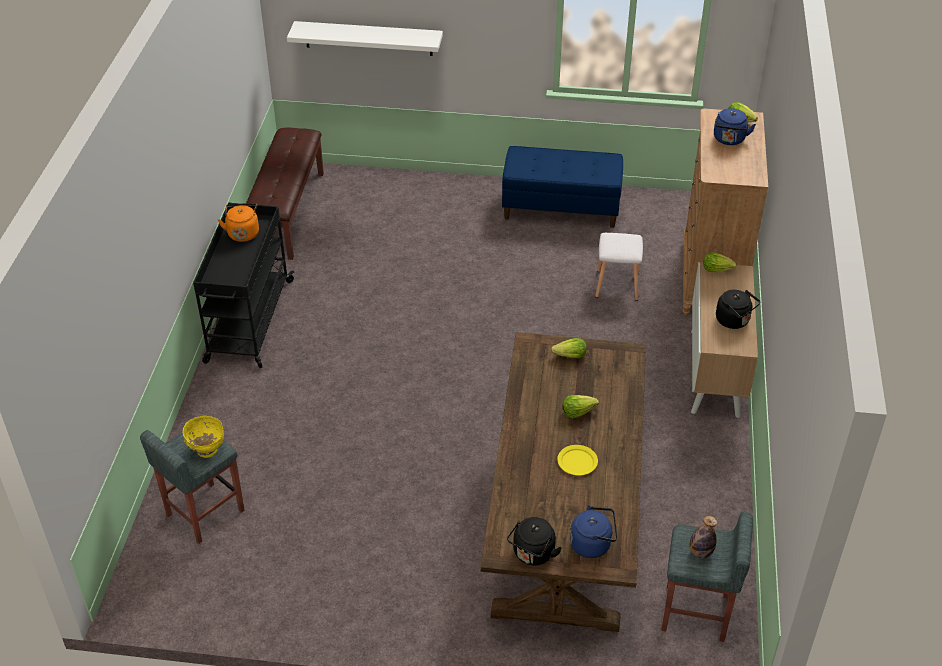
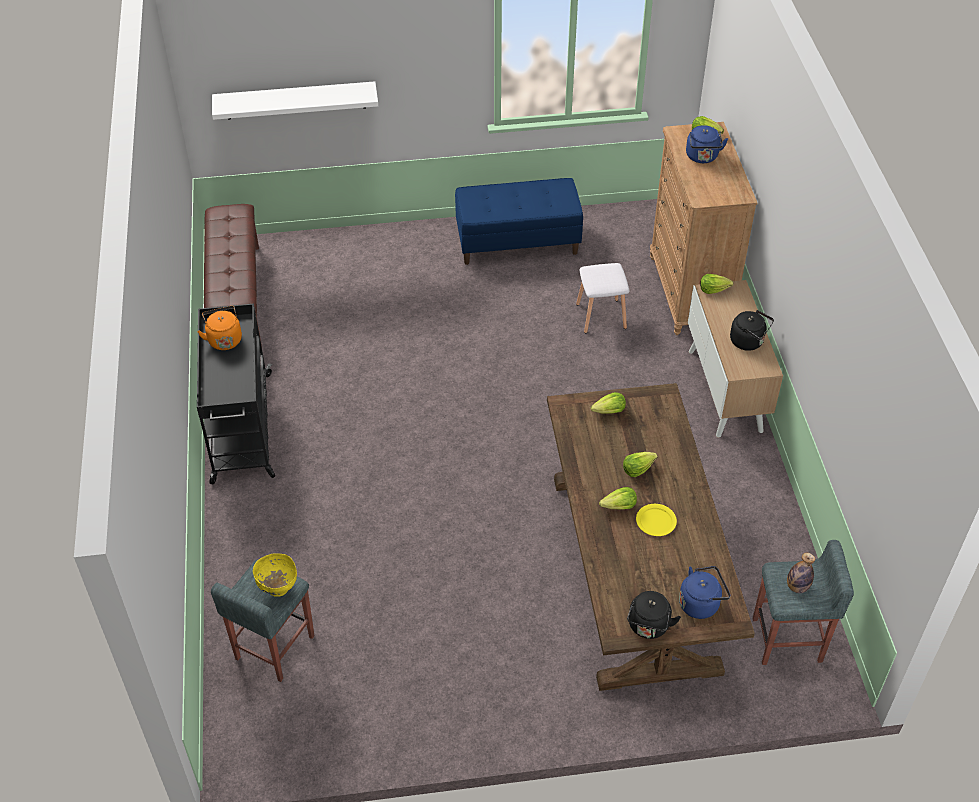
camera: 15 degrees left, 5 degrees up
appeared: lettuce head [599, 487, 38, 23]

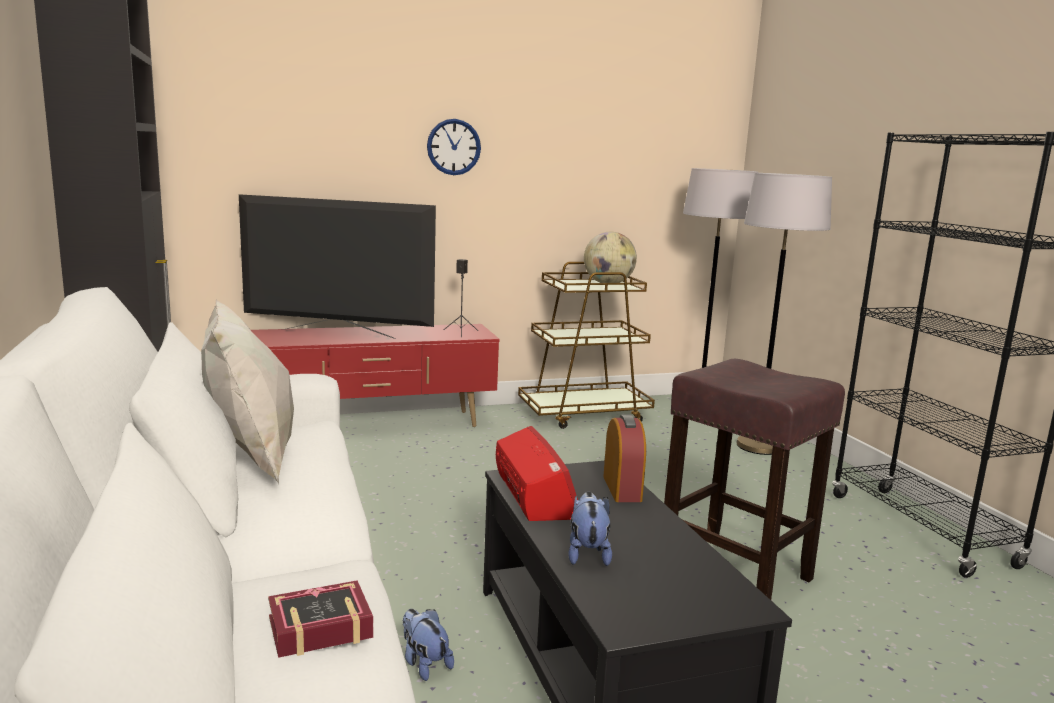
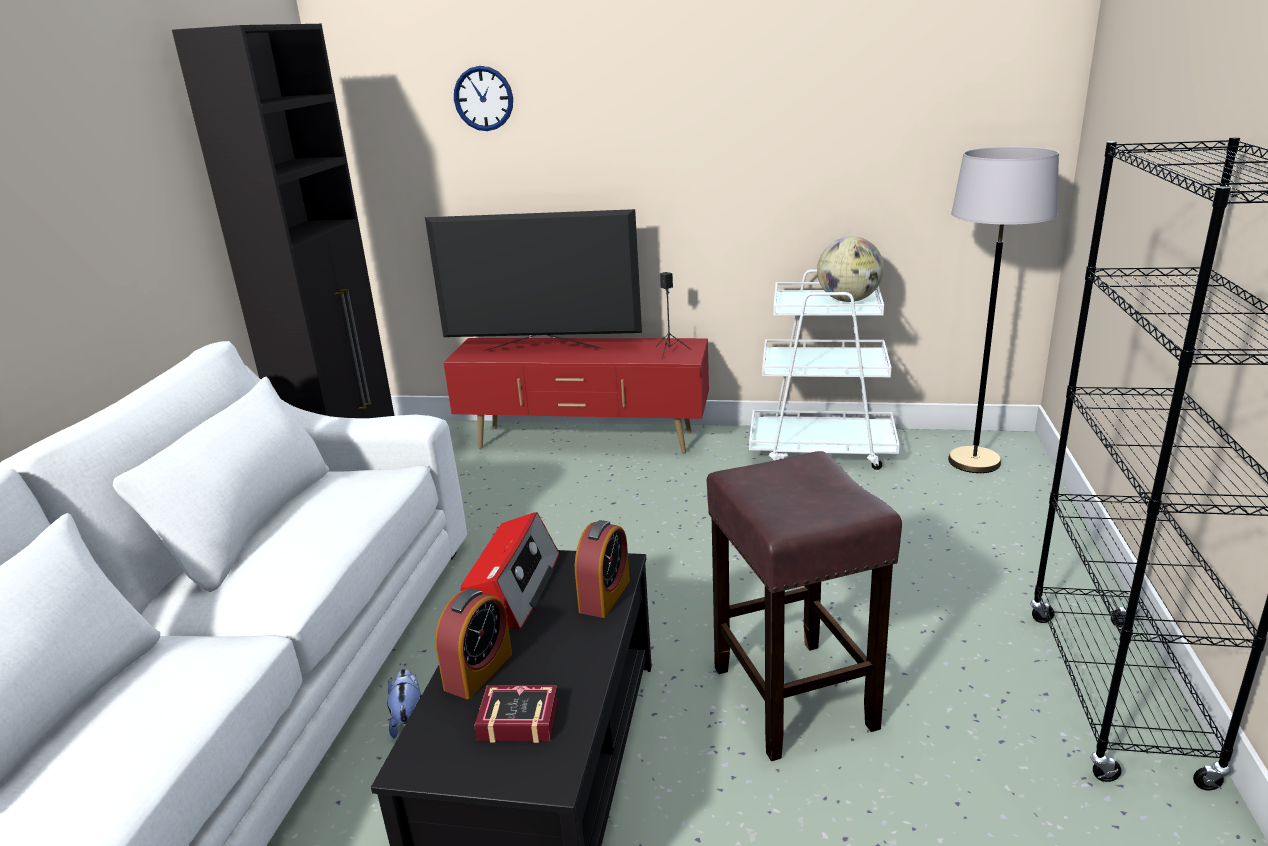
camera: 30 degrees right, 10 degrees up
missing: white-coloured throw pillow [201, 299, 93, 185]; gray standing lamp [736, 173, 96, 282]
relocated: wall clock [427, 119, 54, 56] to [454, 66, 59, 65]; book [268, 580, 105, 78] to [474, 685, 85, 58]
exchanged: plush toy [568, 492, 44, 74] to bedside clock [435, 588, 77, 111]
colour: brown cart [518, 262, 137, 167] to white-coloured cart [749, 269, 151, 201]
spun: television [239, 194, 197, 145] = [425, 209, 217, 142] 150 degrees clockwise

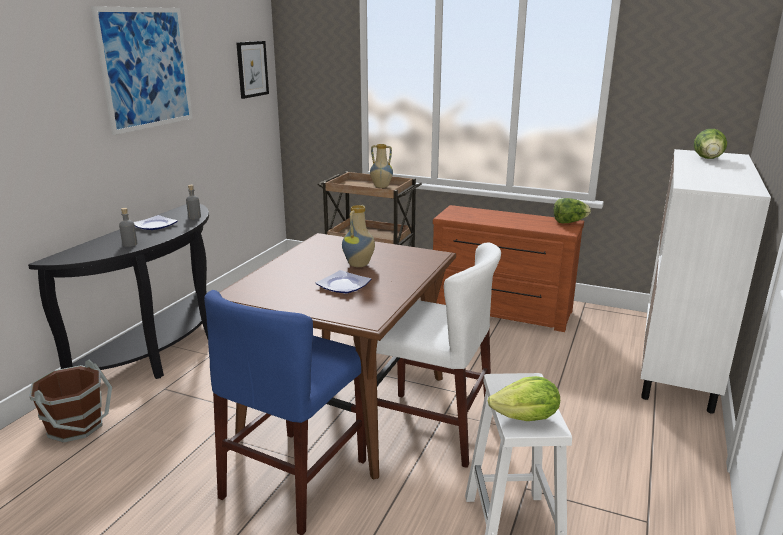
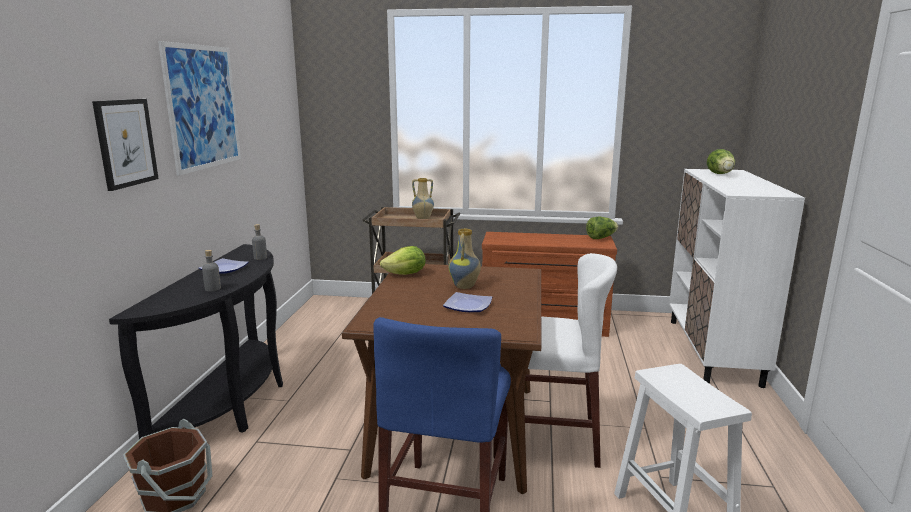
camera: 15 degrees left, 5 degrees down
relocated: picture [236, 41, 33, 58] to [92, 99, 67, 92]; lettuce head [488, 376, 72, 45] to [380, 246, 45, 29]

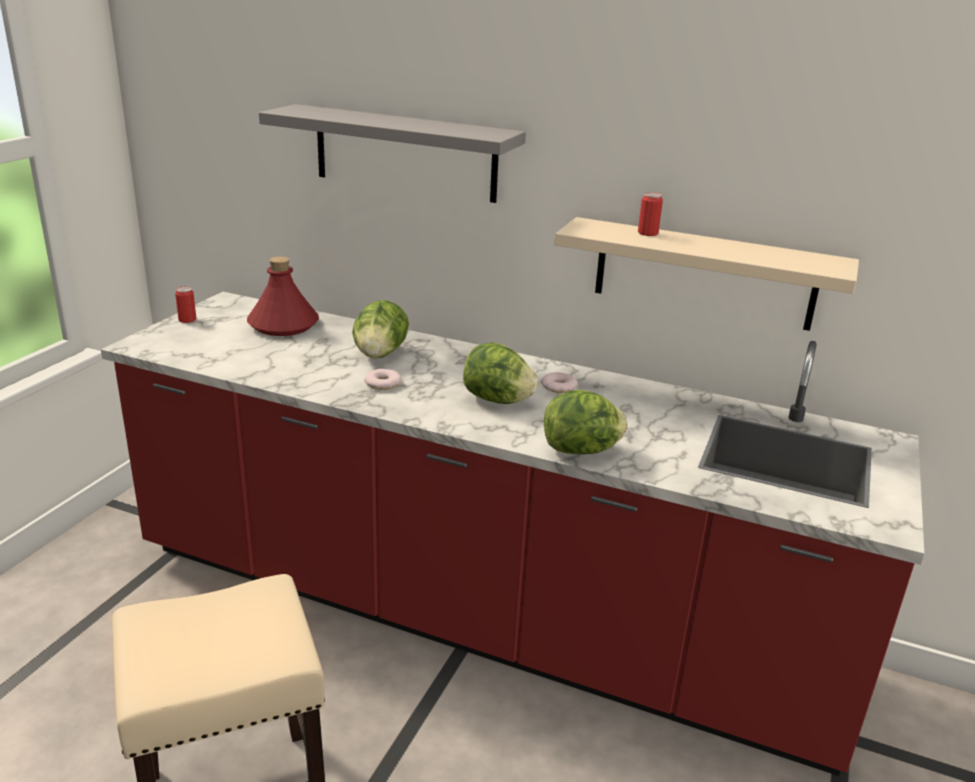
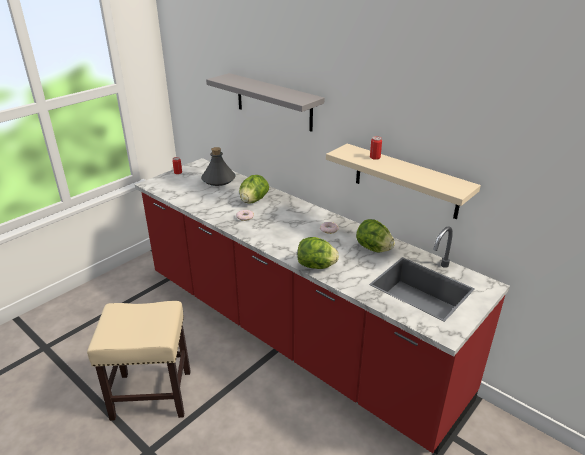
camera: 20 degrees right, 5 degrees up
relocated: lettuce head [463, 343, 75, 61] to [356, 219, 39, 33]
colour: reddish bottle [247, 256, 72, 80] to gray bottle [201, 147, 34, 39]

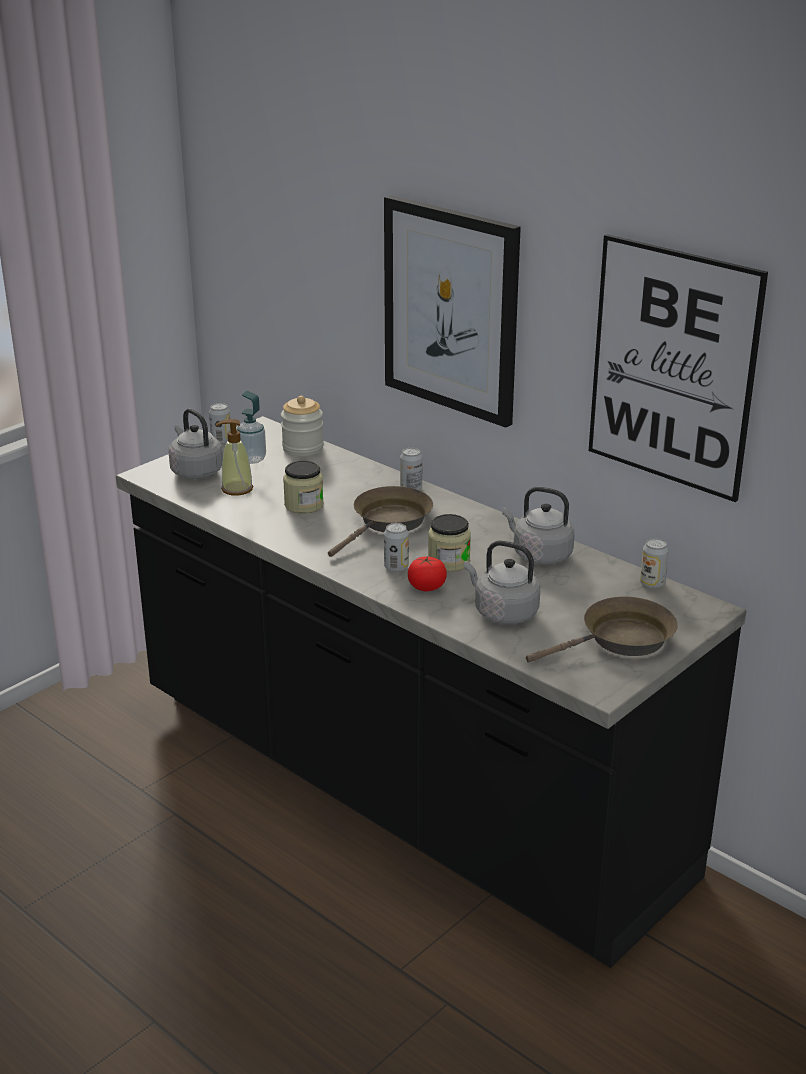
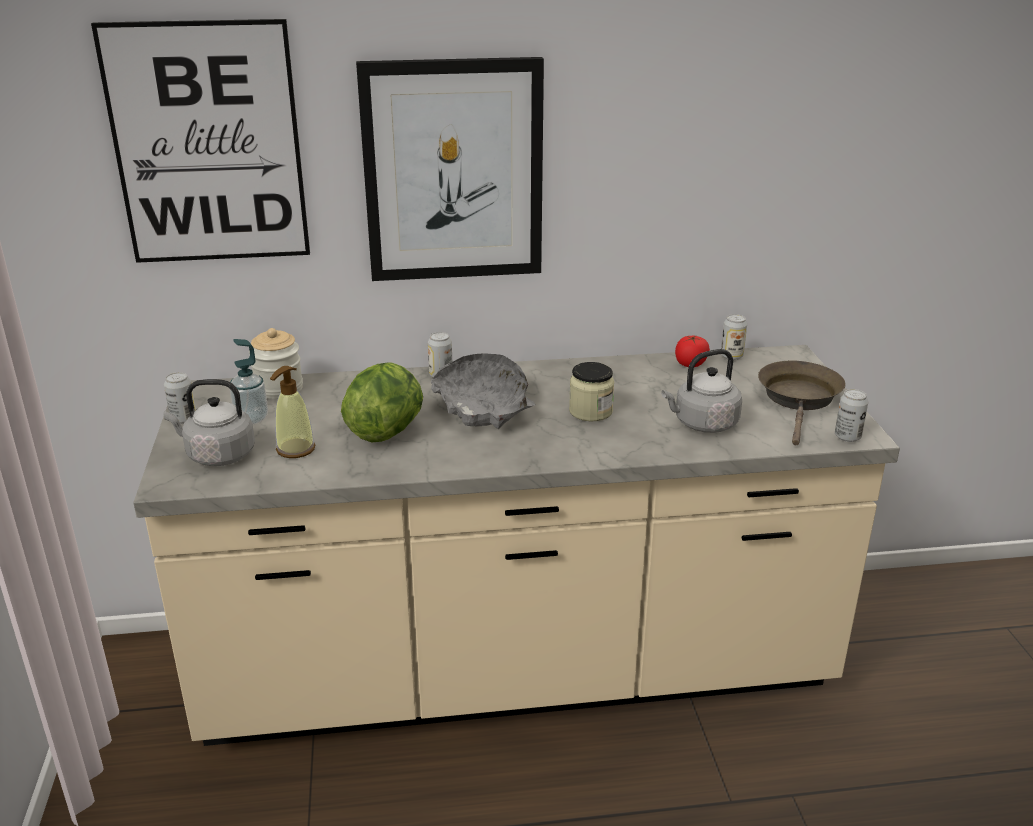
camera: 50 degrees left, 0 degrees up
missing: gray kettle [502, 487, 73, 77]
relocated: picture [589, 234, 179, 268] to [91, 19, 219, 244]; whole tomato [408, 556, 39, 35] to [675, 336, 35, 31]; sealed can [384, 523, 25, 49] to [835, 389, 33, 53]
exchanged: preserve jar [283, 461, 41, 53] to lettuce head [341, 362, 82, 81]; brown pan [328, 486, 105, 71] to gray bowl [431, 353, 105, 76]
colour: black counter [116, 416, 630, 552] to beige counter [133, 345, 767, 401]

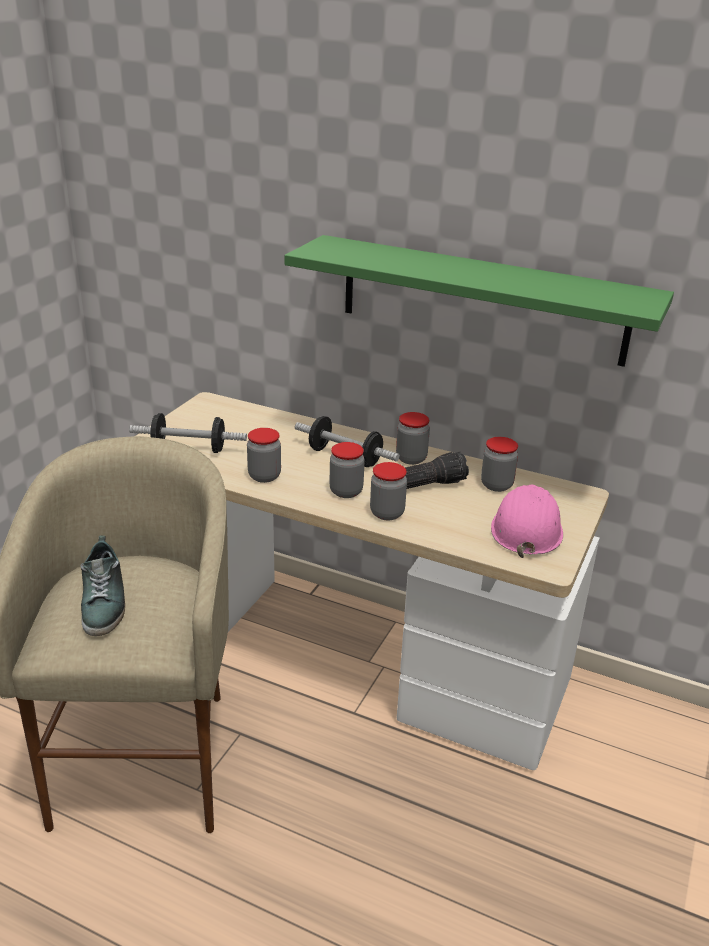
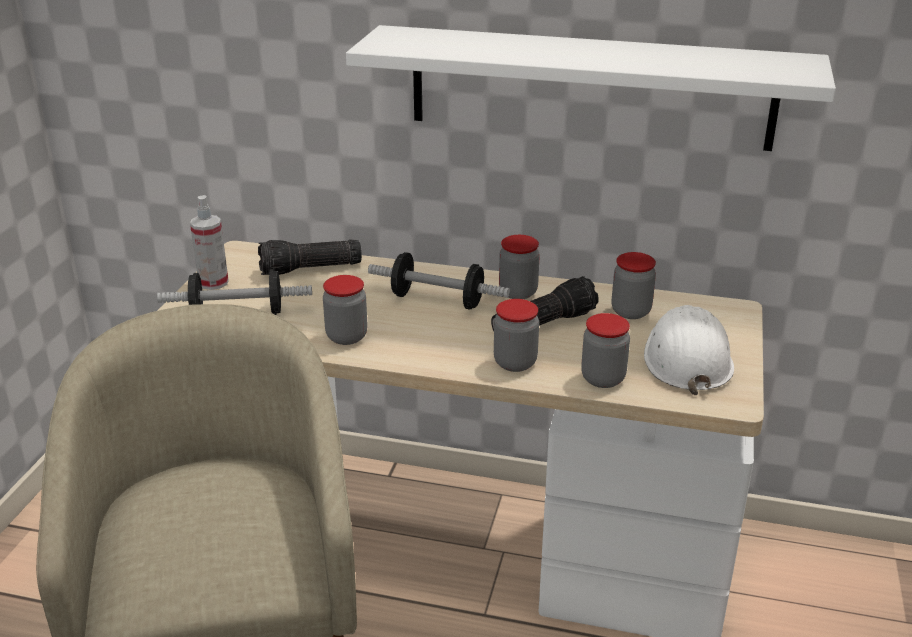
camera: 10 degrees left, 0 degrees up
missing: item of footwear [80, 536, 45, 100]
appeared: spray bottle [190, 195, 39, 95]; flashlight [258, 239, 104, 36]
relocated: preserve jar [329, 442, 36, 56] to [581, 313, 49, 75]
colour: green bracket shelf [285, 235, 389, 132] to white-coloured bracket shelf [346, 25, 490, 126]; pinkish work helmet [491, 485, 72, 73] to white-coloured work helmet [644, 305, 90, 90]

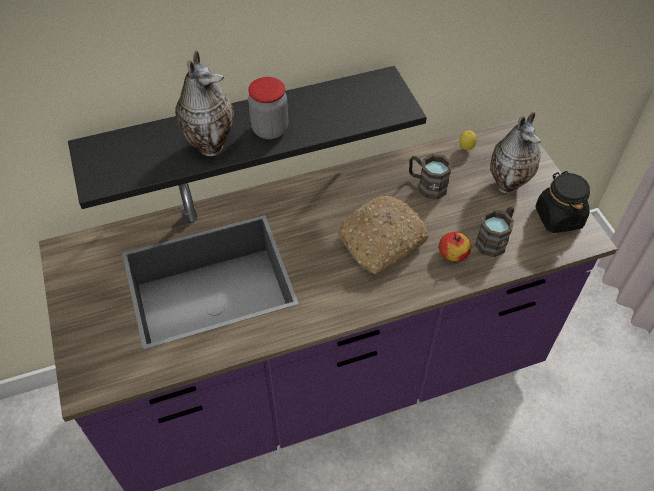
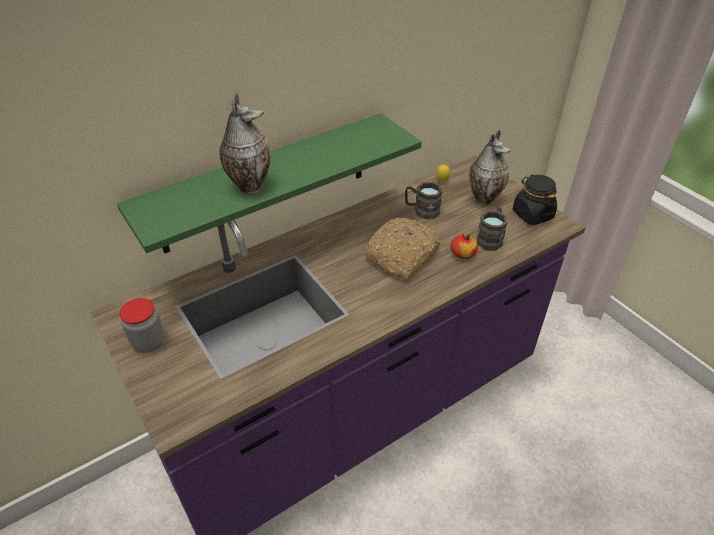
camera: 15 degrees left, 10 degrees down
relocated: preserve jar [248, 77, 41, 62] to [119, 298, 46, 55]
colour: black bracket shelf [68, 66, 359, 143] to green bracket shelf [117, 113, 305, 141]

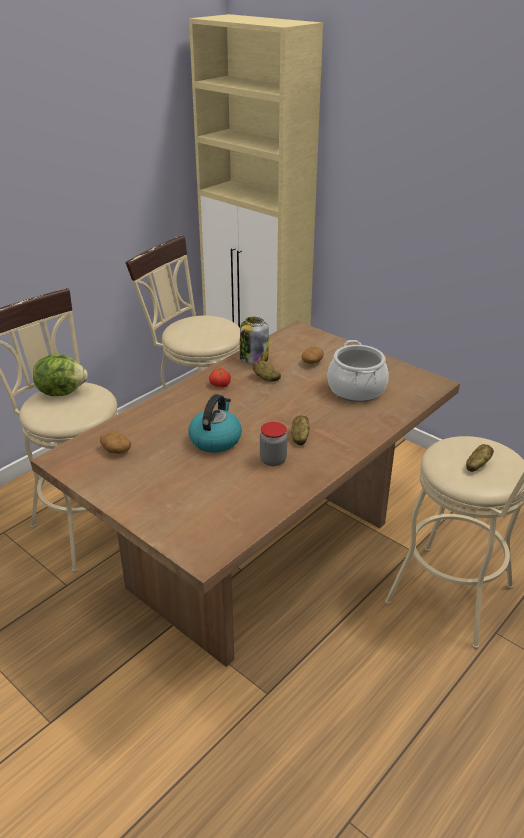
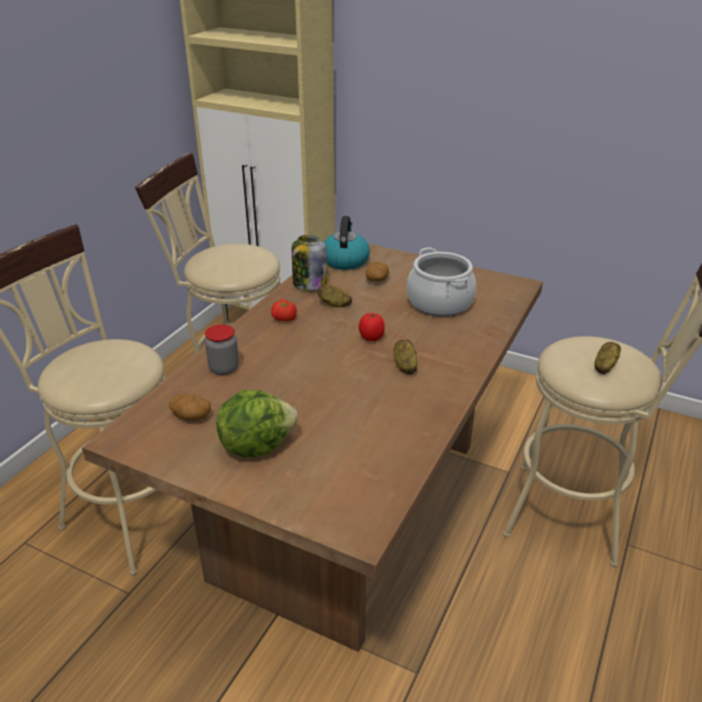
camera: 15 degrees left, 0 degrees up
appeared: whole tomato [359, 313, 26, 28]
relocated: preserve jar [260, 422, 27, 44] to [205, 324, 34, 51]; lettuce head [33, 354, 55, 42] to [216, 390, 82, 68]; kettle [188, 394, 54, 59] to [324, 216, 46, 54]

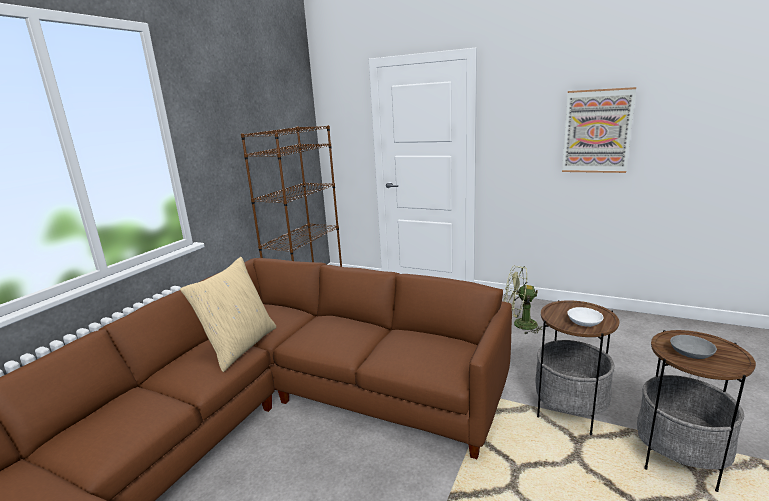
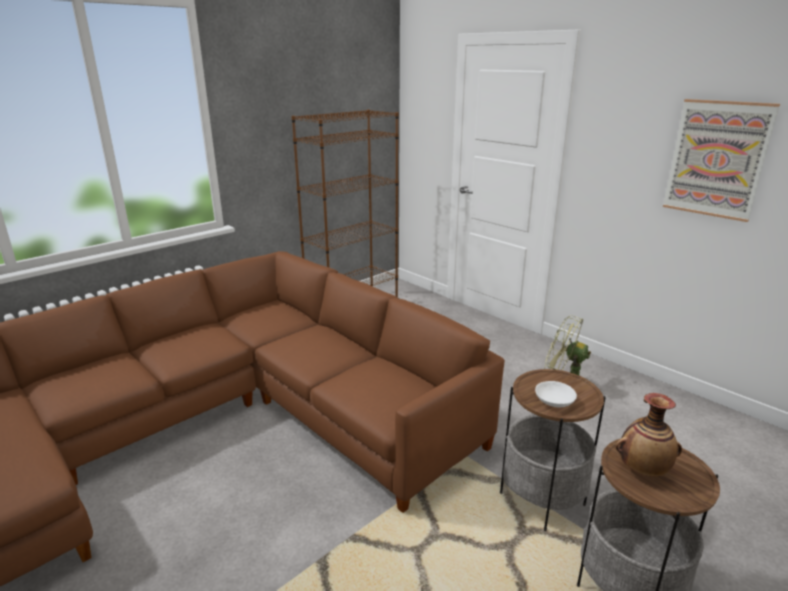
camera: 20 degrees right, 5 degrees up
missing: beige throw pillow [180, 257, 97, 115]
exchanged: gray bowl [670, 335, 47, 24] to decorative vase [616, 393, 66, 84]

